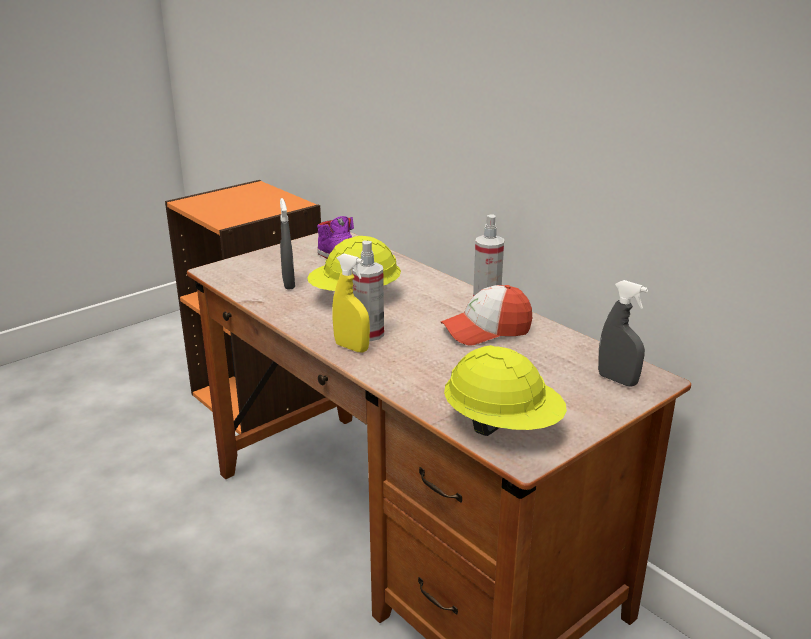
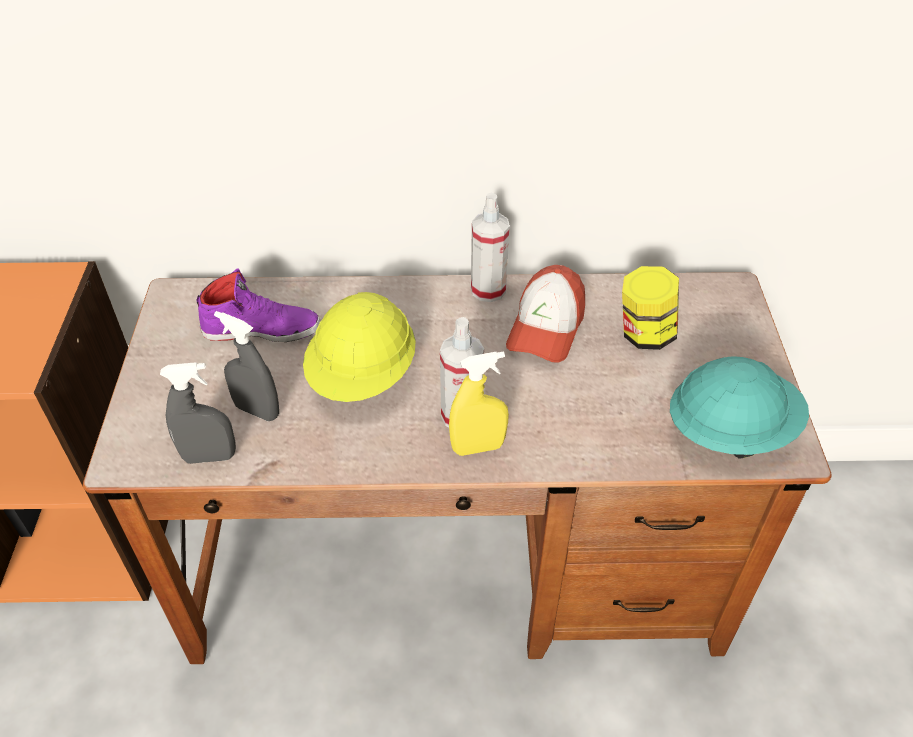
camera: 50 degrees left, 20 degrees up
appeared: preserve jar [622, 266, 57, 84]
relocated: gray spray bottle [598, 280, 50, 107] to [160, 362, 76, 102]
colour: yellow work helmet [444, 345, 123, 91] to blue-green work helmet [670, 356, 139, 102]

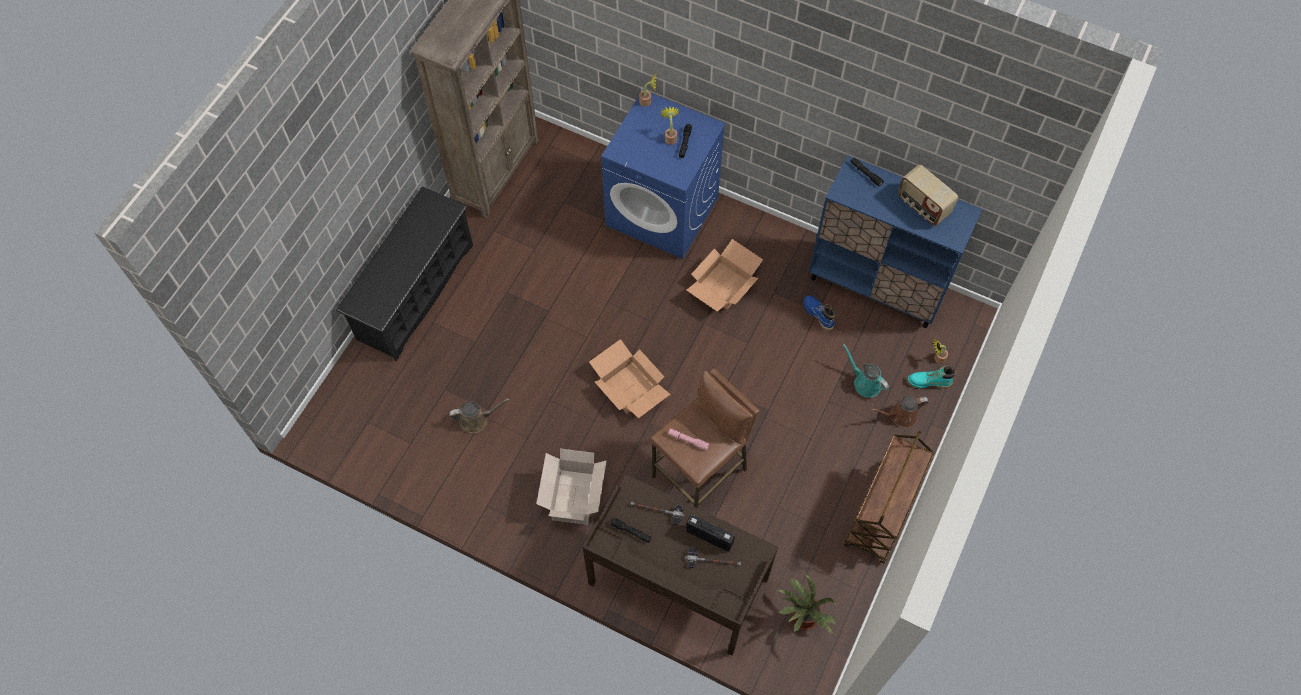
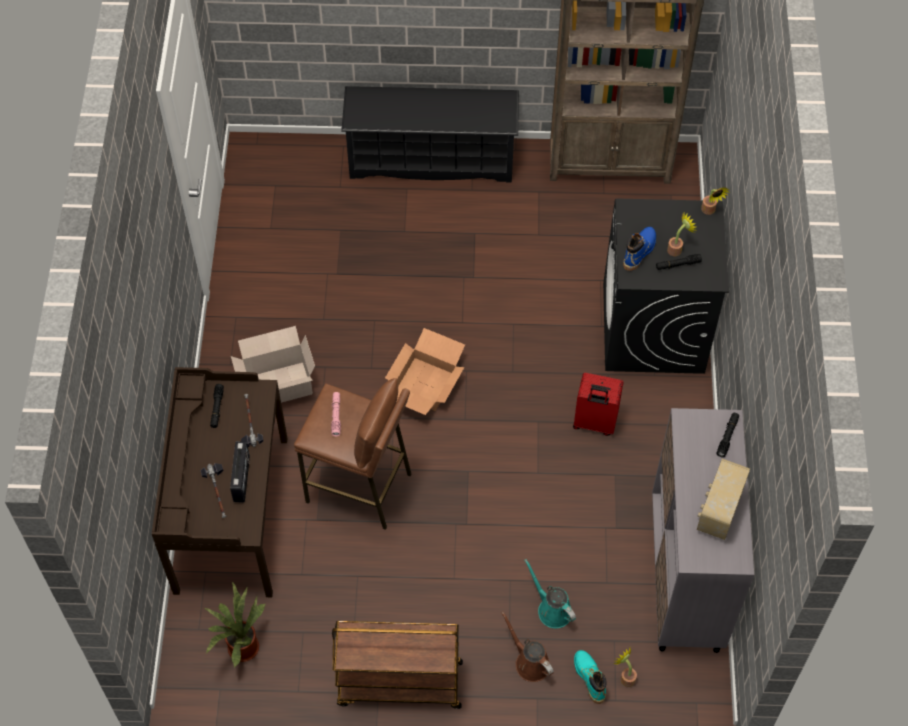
camera: 65 degrees right, 5 degrees down
missing: brown watering can [449, 398, 60, 35]
relocated: bluish high-top boot [803, 295, 33, 36] to [623, 227, 33, 44]
exchanged: carton [687, 239, 76, 73] to reddish travel case [573, 373, 51, 63]
colour: bluish washing machine [601, 90, 125, 169] to black washing machine [603, 199, 126, 175]; bluish storage cabinet [809, 155, 173, 173] to gray storage cabinet [652, 408, 102, 245]
spun: blue-green watering can [843, 344, 46, 54] = [524, 559, 52, 69] 60 degrees counterclockwise

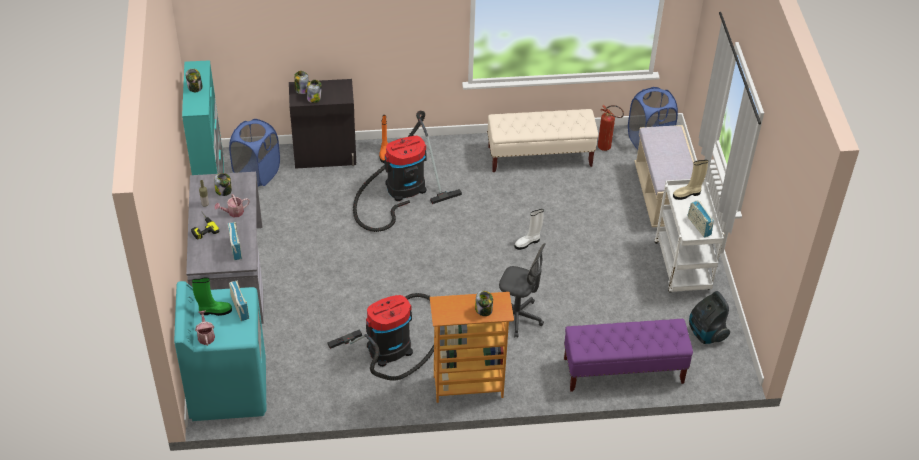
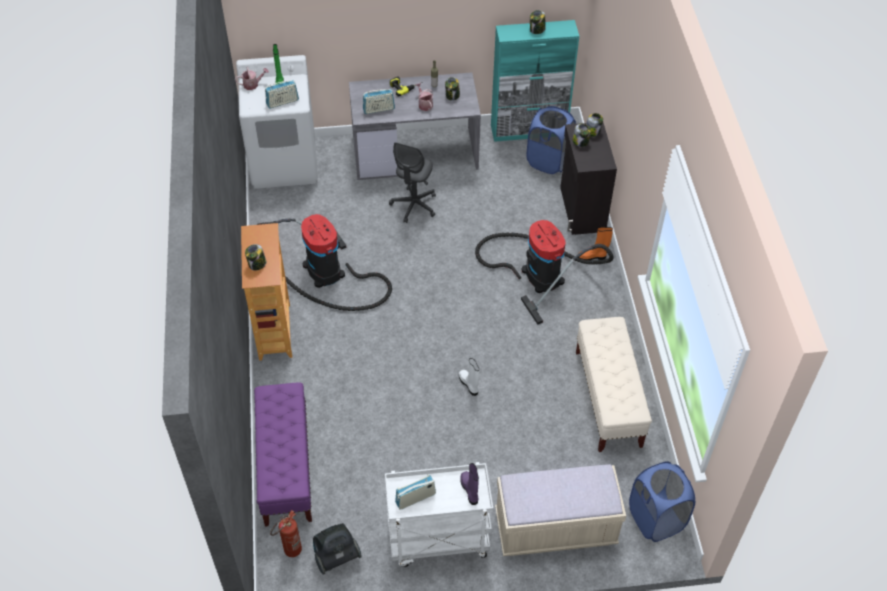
camera: 90 degrees right, 5 degrees up
relocated: extinguisher [598, 105, 26, 46] to [270, 510, 32, 47]; gray office chair [499, 243, 47, 95] to [389, 142, 47, 81]
colour: blue-green washing machine [174, 281, 92, 140] to white-coloured washing machine [236, 55, 82, 134]; beige high-top boot [673, 160, 35, 40] to purple-coloured high-top boot [460, 463, 19, 42]

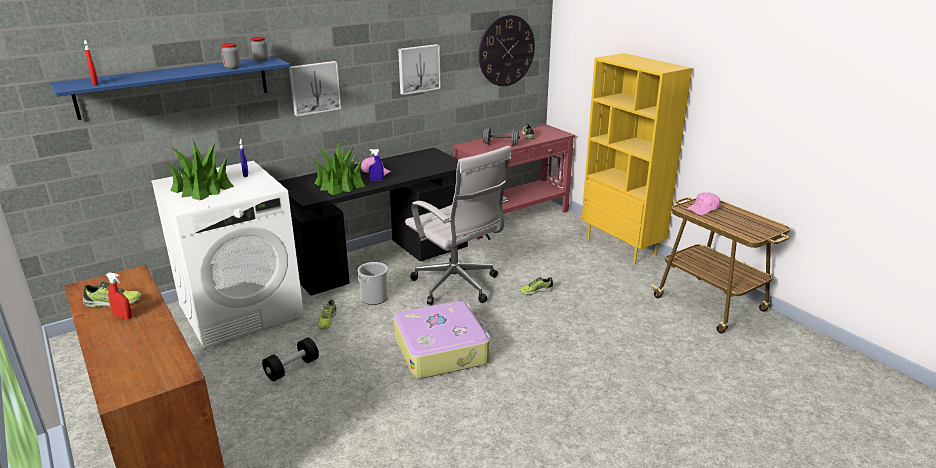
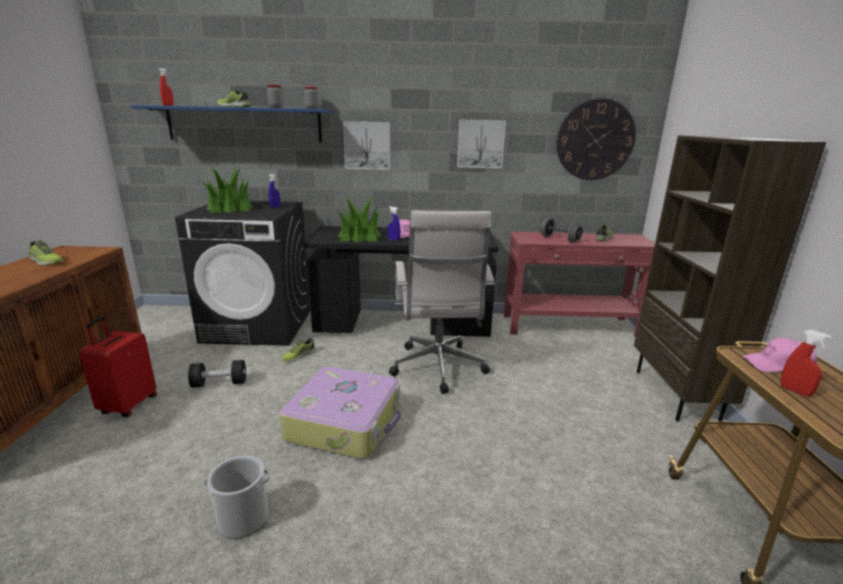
camera: 35 degrees right, 5 degrees down
appeared: reddish travel case [79, 317, 78, 100]
relocated: pail [358, 262, 31, 43] to [203, 456, 67, 83]; item of footwear [519, 277, 35, 18] to [217, 89, 34, 18]; reddish spray bottle [106, 272, 26, 47] to [780, 330, 52, 67]
colour: white-coloured washing machine [151, 161, 153, 187] to black washing machine [175, 201, 135, 145]; yellow bookshelf [582, 53, 110, 211] to brown bookshelf [634, 135, 192, 287]

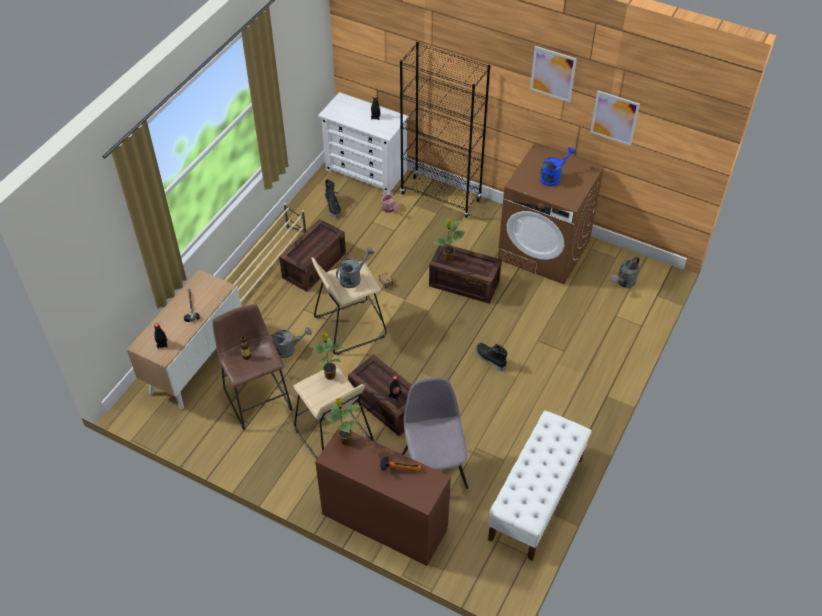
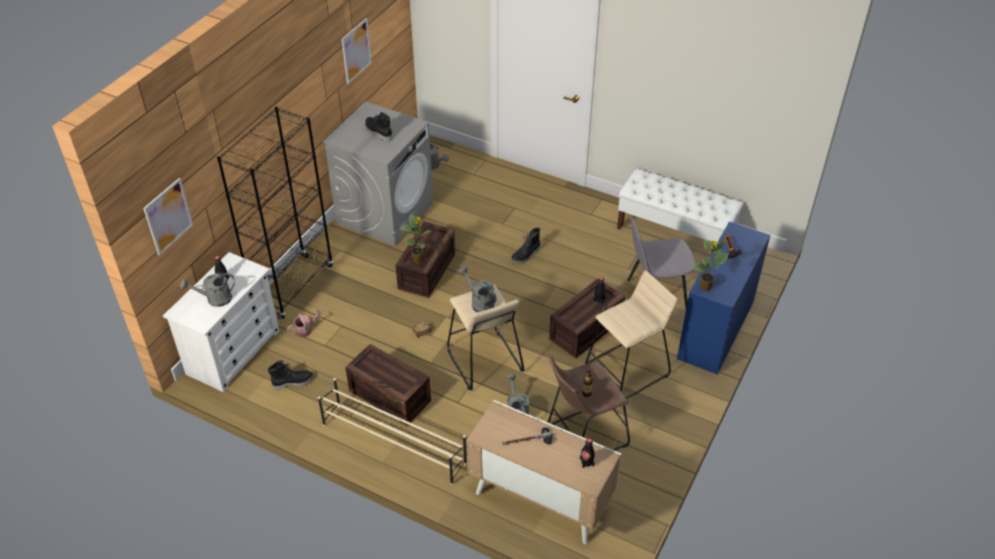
camera: 90 degrees left, 5 degrees down
missing: plant in a pot [312, 332, 32, 48]
appeared: gray watering can [180, 273, 55, 34]
relocated: picture [530, 46, 47, 56] to [143, 178, 50, 78]
exchanged: bluish watering can [540, 147, 36, 39] to black high-top boot [365, 112, 27, 30]
colour: brown washing machine [498, 142, 107, 142] to gray washing machine [322, 101, 111, 145]; brown desk [315, 426, 136, 140] to bluish desk [677, 222, 93, 153]

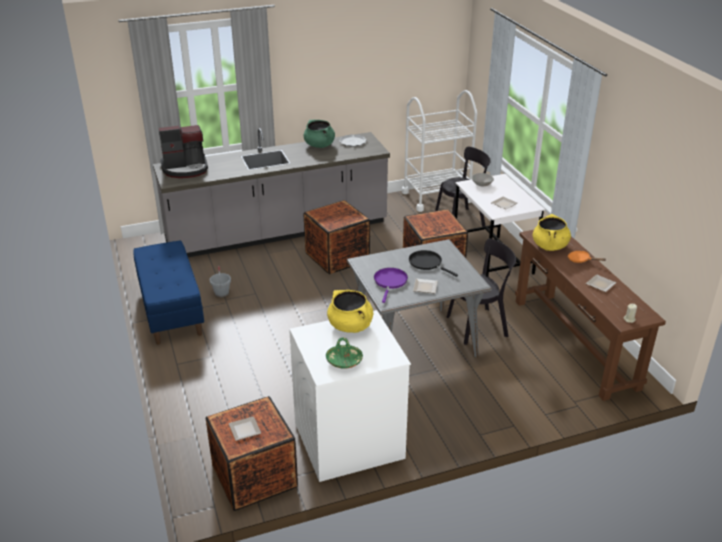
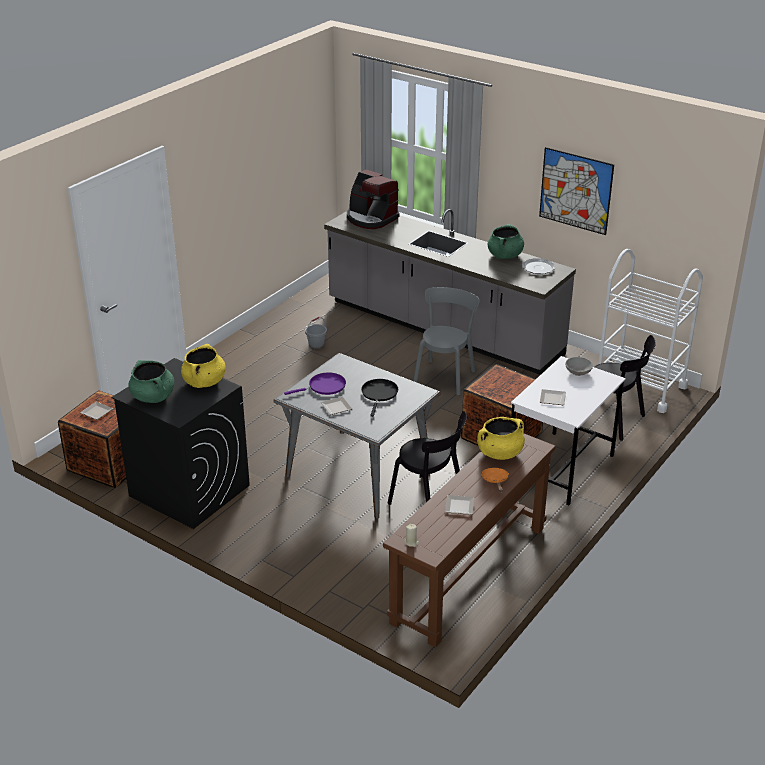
camera: 55 degrees right, 0 degrees up
missing: bluish long seat [133, 240, 71, 104]
appeared: picture [539, 147, 75, 88]
exchanged: green bowl [326, 337, 37, 32] to green cooking pot [128, 360, 47, 43]; crate [303, 200, 67, 74] to gray plain chair [413, 287, 67, 108]
colour: white-coloured washing machine [289, 310, 122, 172] to black washing machine [112, 358, 138, 171]

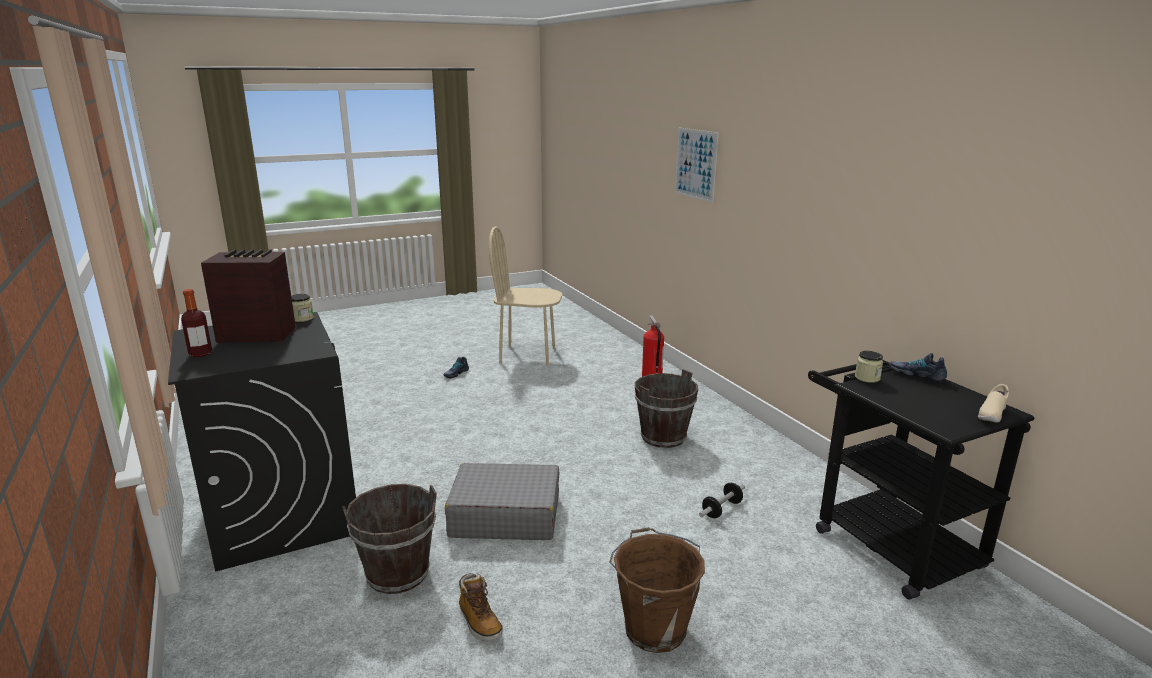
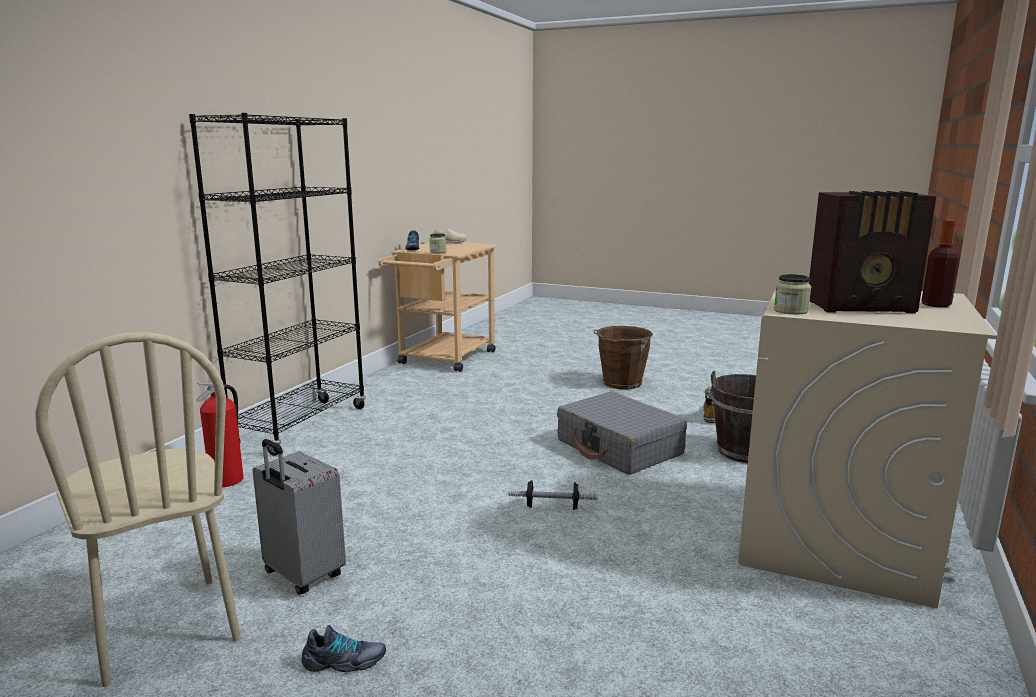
camera: 130 degrees left, 5 degrees down
missing: brown pail [635, 369, 63, 79]; picture [675, 127, 44, 76]
appeared: black bookshelf [189, 113, 177, 343]; gray travel case [253, 439, 93, 156]
relocated: dumbbell [699, 483, 46, 35] to [509, 480, 88, 30]
colour: black cart [808, 360, 227, 240] to beige cart [378, 242, 120, 130]; black washing machine [168, 312, 188, 260] to beige washing machine [738, 289, 259, 319]
spun: radio [201, 249, 95, 94] = [809, 191, 127, 122] 45 degrees counterclockwise

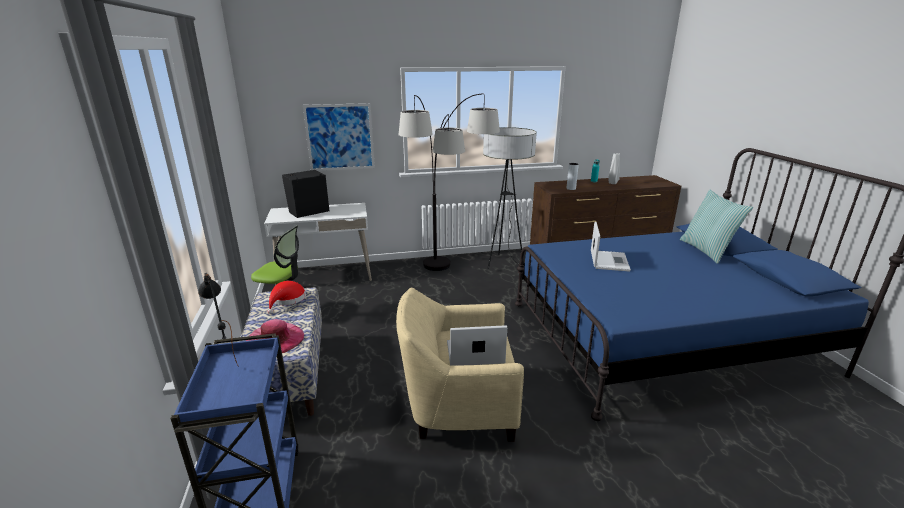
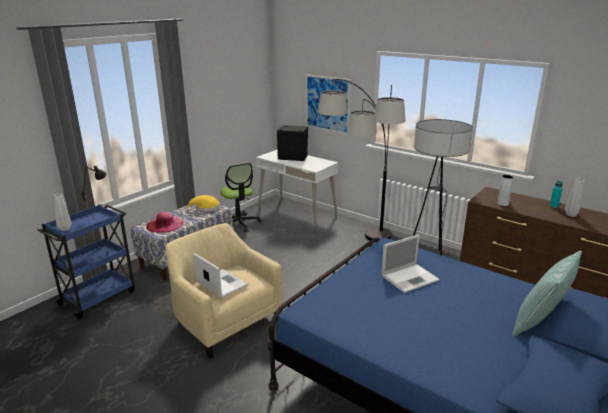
camera: 50 degrees right, 0 degrees up
appeared: gray decorative vase [53, 193, 19, 38]
colour: reddish wearable hat [268, 281, 38, 33] to yellow wearable hat [186, 195, 34, 17]

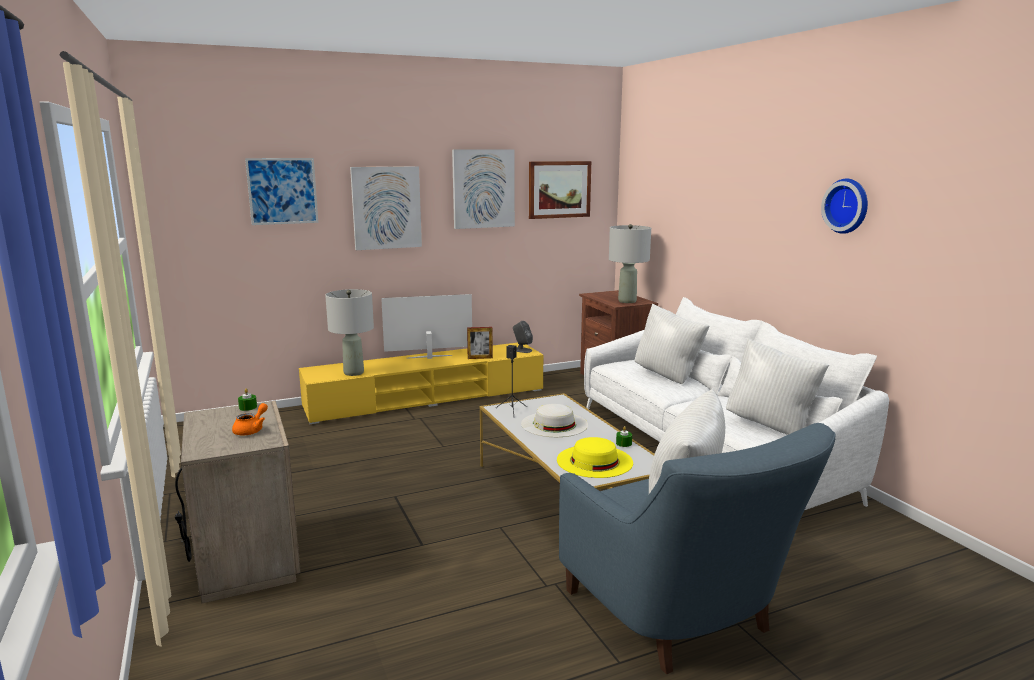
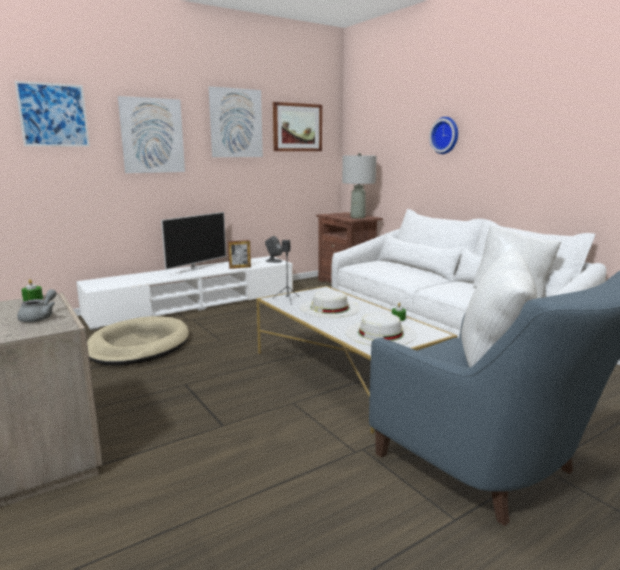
camera: 10 degrees left, 0 degrees up
missing: gray tabletop lamp [325, 289, 49, 87]; white-coloured throw pillow [635, 303, 74, 81]
appeared: beige dog bed [87, 316, 102, 50]
relocated: wall clock [821, 179, 47, 55] to [429, 117, 29, 37]
colour: orange teapot [232, 403, 36, 33] to gray teapot [17, 289, 40, 33]; yellow tv unit [299, 343, 244, 81] to white-coloured tv unit [76, 256, 217, 74]; yellow wearable hat [557, 437, 76, 41] to white-coloured wearable hat [346, 312, 71, 33]
spun: television [381, 294, 91, 65] = [161, 212, 65, 61] 150 degrees clockwise

